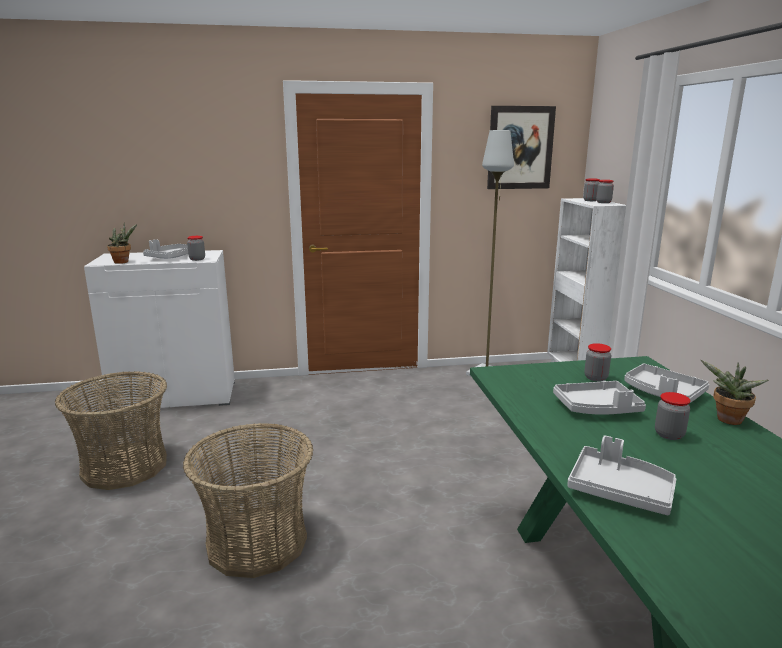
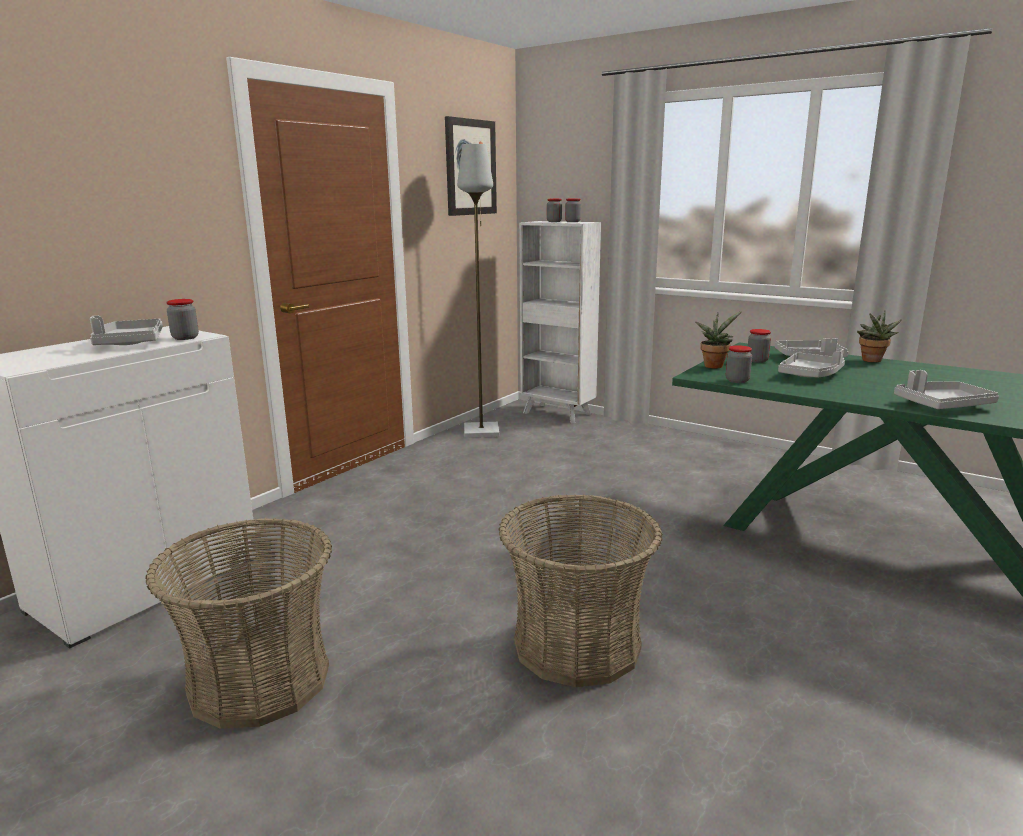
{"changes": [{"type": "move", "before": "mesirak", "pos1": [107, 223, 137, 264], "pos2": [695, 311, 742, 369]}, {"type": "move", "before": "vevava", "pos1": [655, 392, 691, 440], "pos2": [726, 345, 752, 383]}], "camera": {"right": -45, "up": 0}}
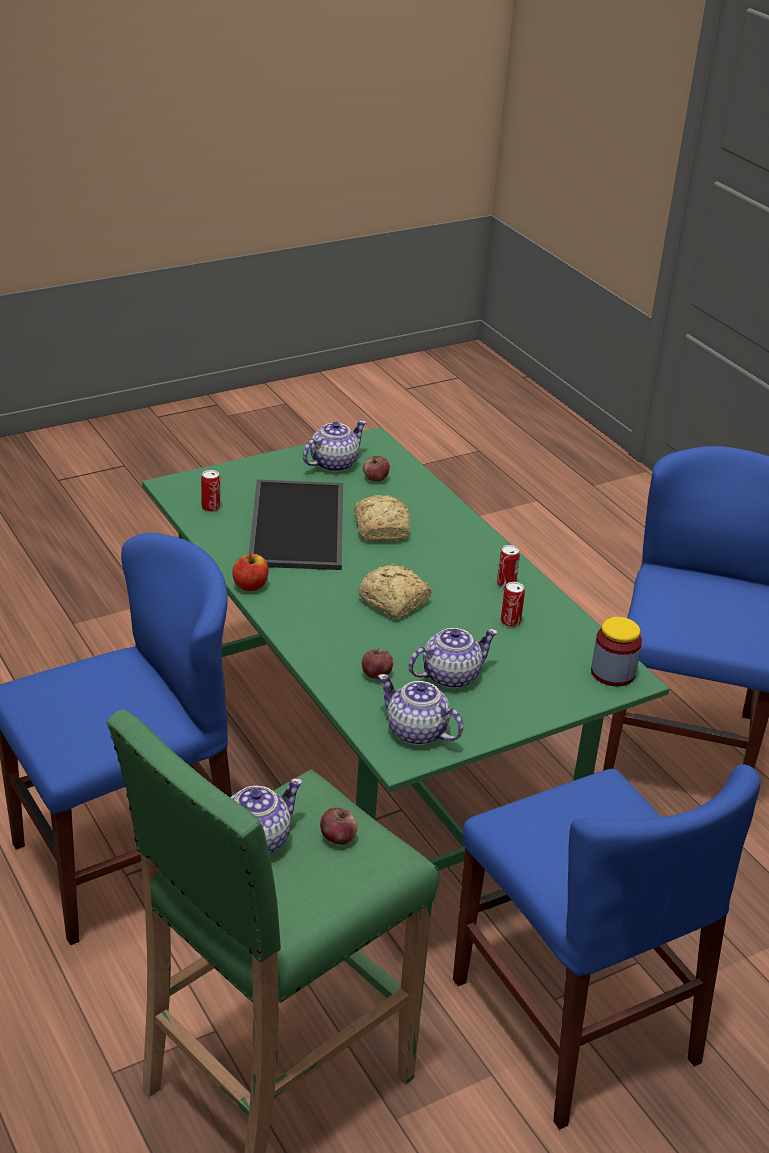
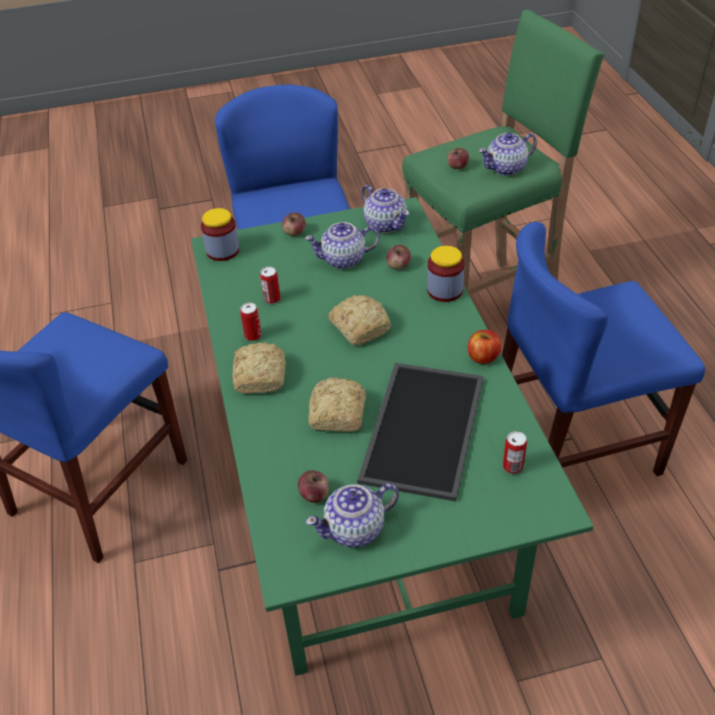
{"changes": [{"type": "insert", "after": "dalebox", "pos2": [232, 342, 286, 393]}, {"type": "insert", "after": "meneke", "pos2": [282, 212, 306, 236]}, {"type": "insert", "after": "vevava", "pos2": [427, 246, 465, 302]}], "camera": {"right": -160, "up": 10}}
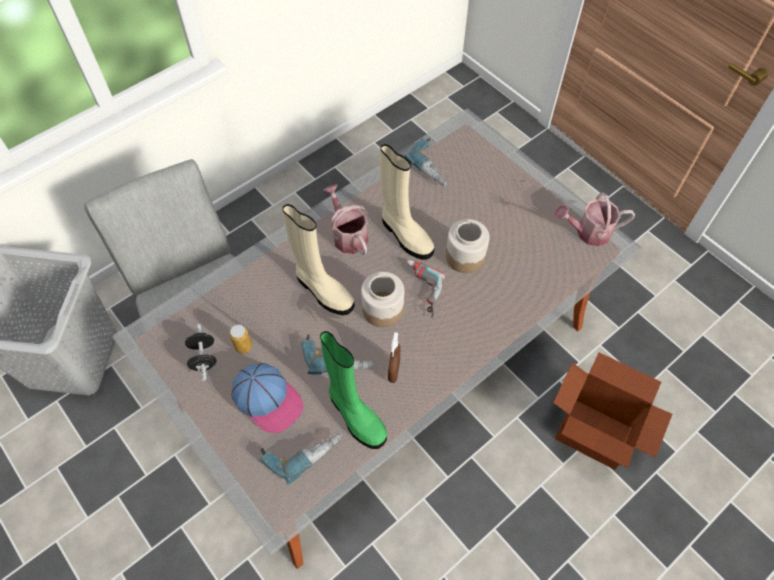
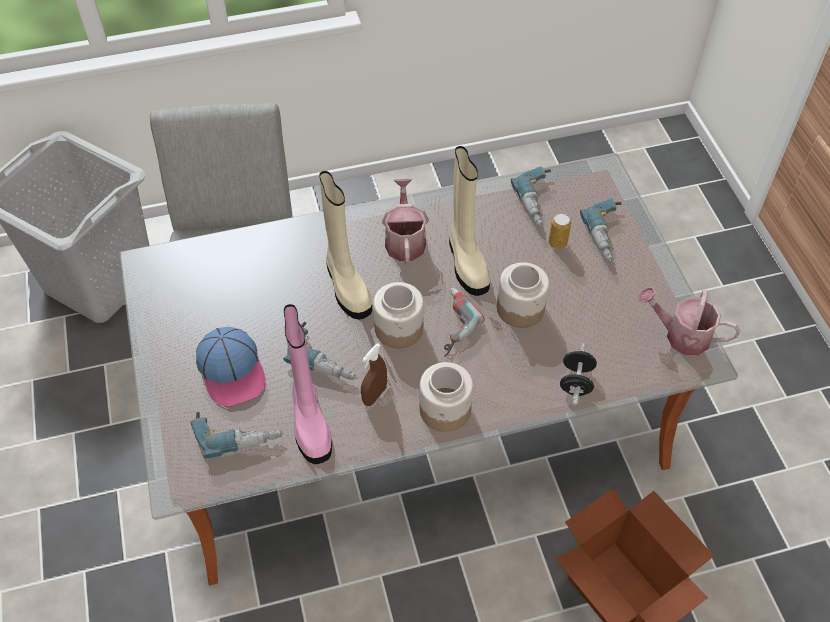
{"changes": [{"type": "move", "before": "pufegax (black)", "pos1": [185, 324, 217, 381], "pos2": [560, 343, 597, 405]}, {"type": "move", "before": "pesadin", "pos1": [229, 325, 252, 354], "pos2": [549, 213, 571, 249]}, {"type": "recolor", "before": "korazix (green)", "after": "korazix (pink)", "pos1": [320, 331, 387, 449], "pos2": [284, 304, 332, 464]}, {"type": "insert", "after": "vevava", "pos2": [419, 362, 473, 432]}, {"type": "insert", "after": "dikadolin", "pos2": [580, 198, 622, 262]}], "camera": {"right": 25, "up": -5}}
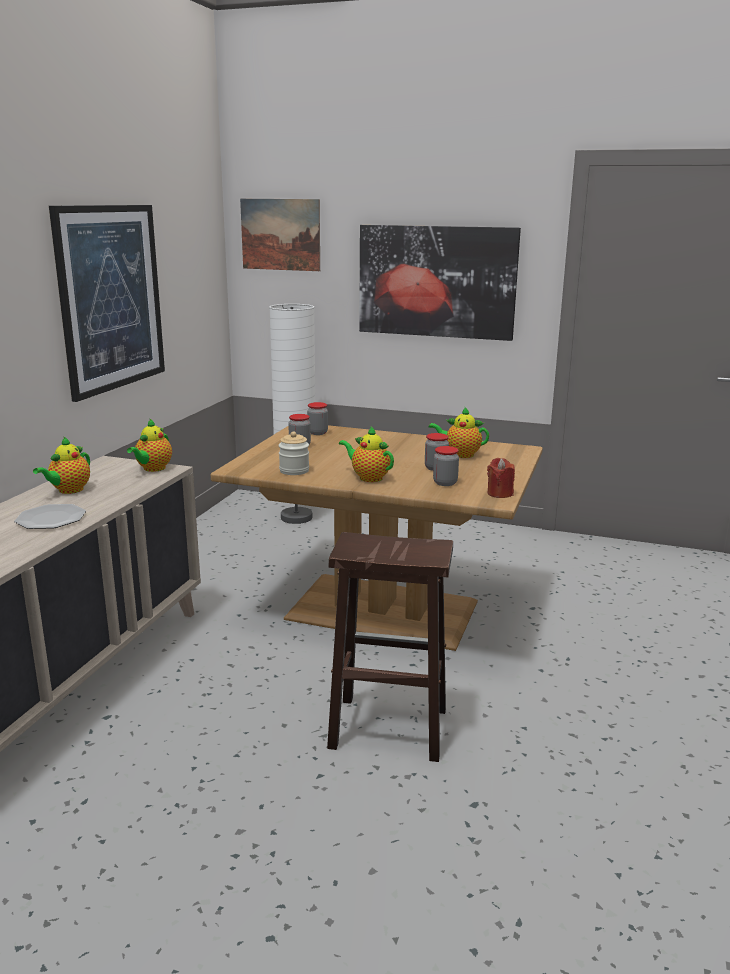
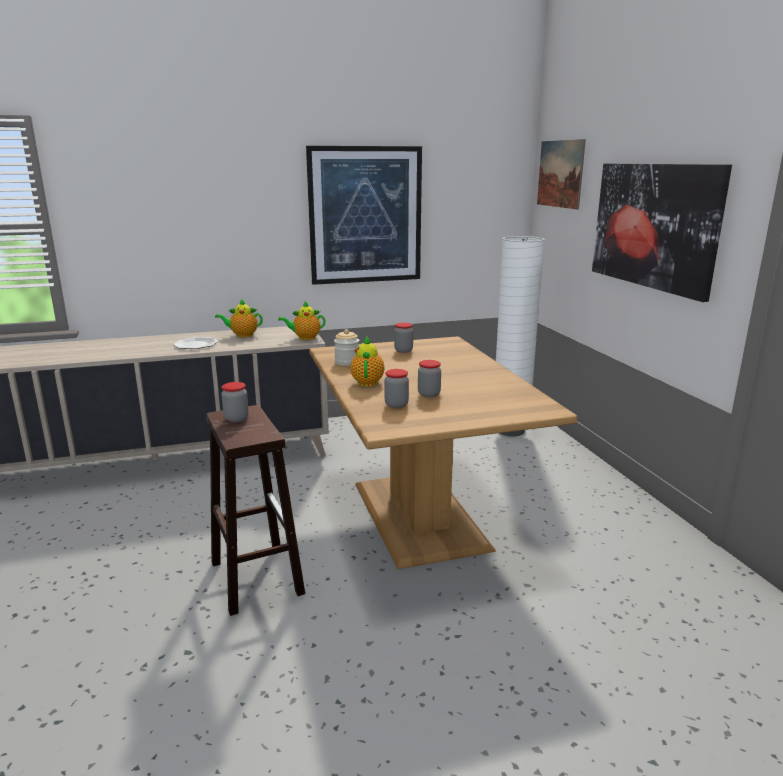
{"changes": [{"type": "move", "before": "vevava", "pos1": [307, 402, 328, 435], "pos2": [221, 382, 249, 422]}, {"type": "delete", "before": "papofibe", "pos1": [428, 406, 489, 458]}, {"type": "delete", "before": "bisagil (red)", "pos1": [487, 458, 515, 498]}], "camera": {"right": 55, "up": 0}}
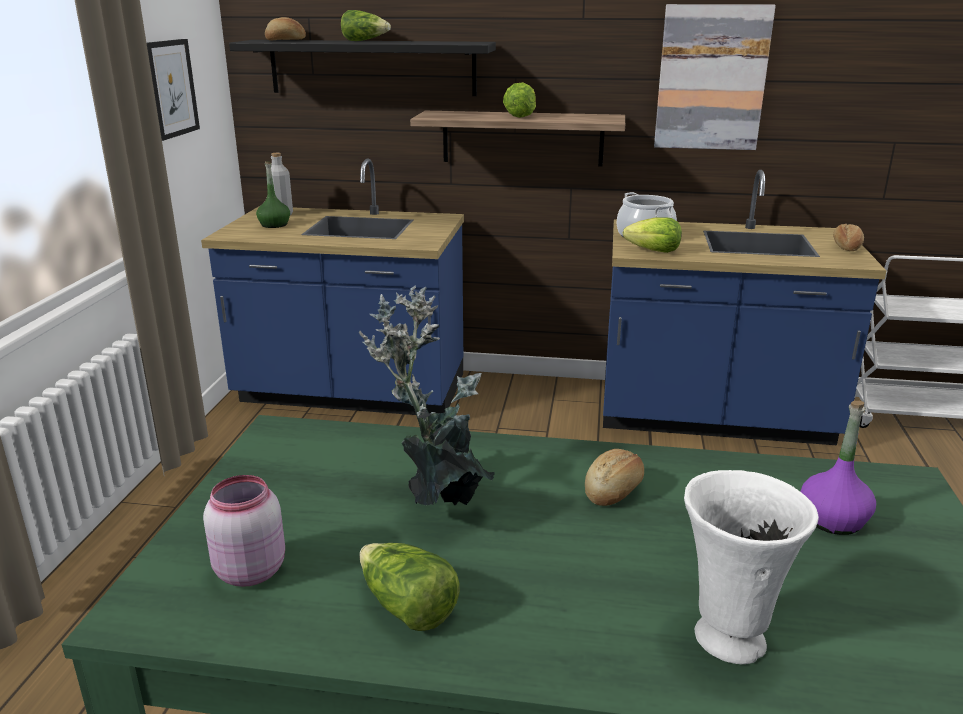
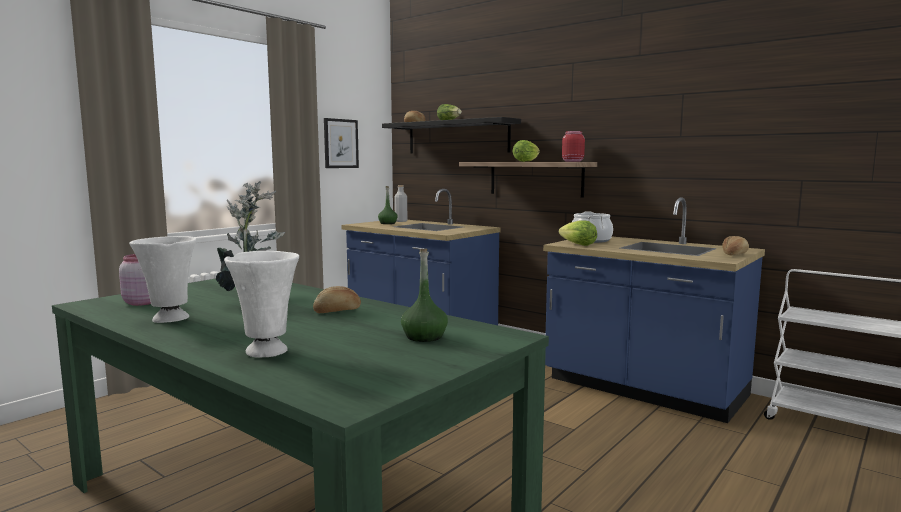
{"changes": [{"type": "replace", "before": "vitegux", "after": "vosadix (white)", "pos1": [360, 543, 460, 631], "pos2": [129, 236, 196, 323]}, {"type": "delete", "before": "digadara", "pos1": [654, 4, 776, 150]}, {"type": "recolor", "before": "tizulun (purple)", "after": "tizulun (green)", "pos1": [801, 401, 876, 535], "pos2": [401, 249, 448, 342]}, {"type": "insert", "after": "vevava (red)", "pos2": [562, 131, 585, 162]}], "camera": {"right": 30, "up": -15}}
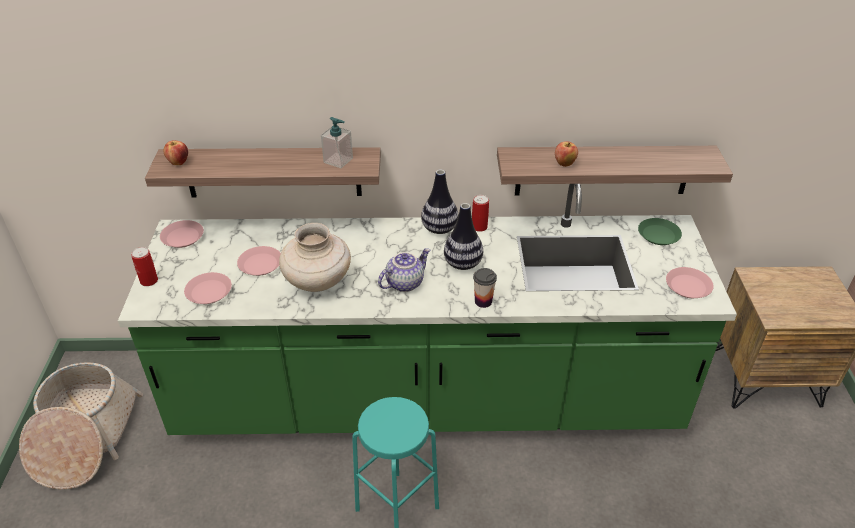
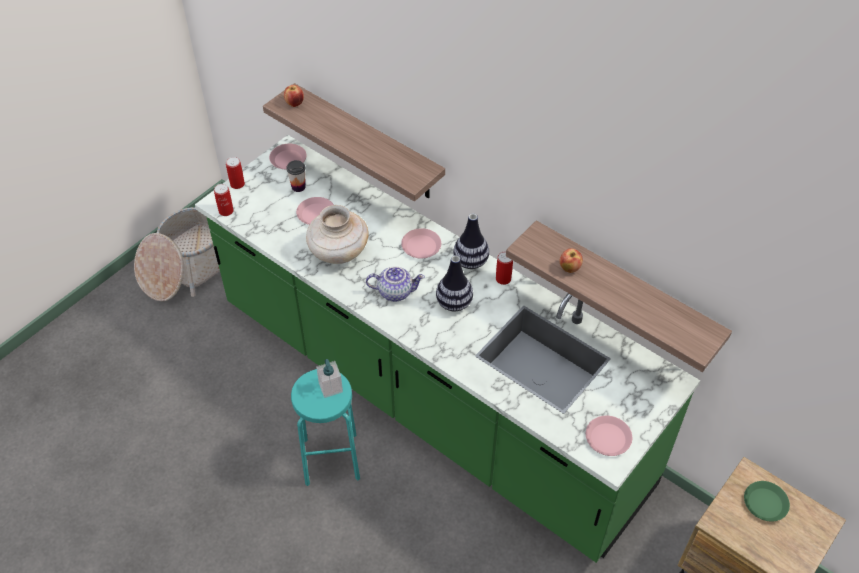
{"changes": [{"type": "move", "before": "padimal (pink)", "pos1": [184, 272, 232, 304], "pos2": [401, 228, 441, 258]}, {"type": "move", "before": "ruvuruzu", "pos1": [321, 117, 353, 168], "pos2": [316, 359, 343, 398]}, {"type": "move", "before": "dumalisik", "pos1": [473, 268, 497, 308], "pos2": [286, 160, 306, 192]}, {"type": "move", "before": "padimal (green)", "pos1": [638, 218, 682, 245], "pos2": [744, 481, 790, 522]}, {"type": "insert", "after": "pesadin", "pos2": [214, 184, 234, 216]}], "camera": {"right": 40, "up": 10}}
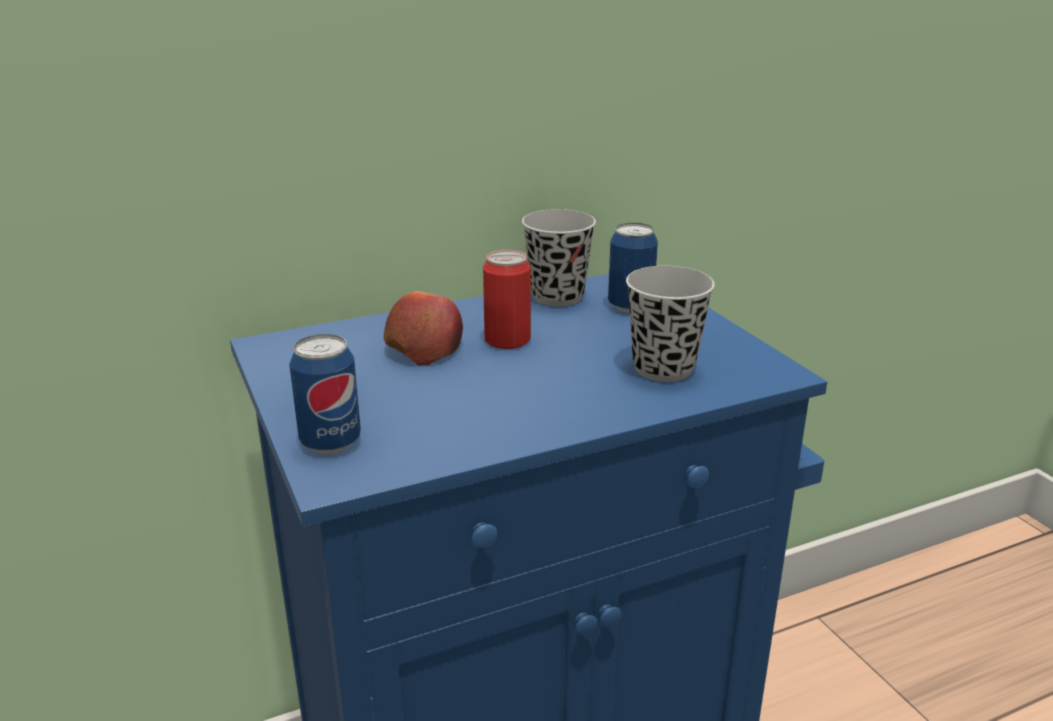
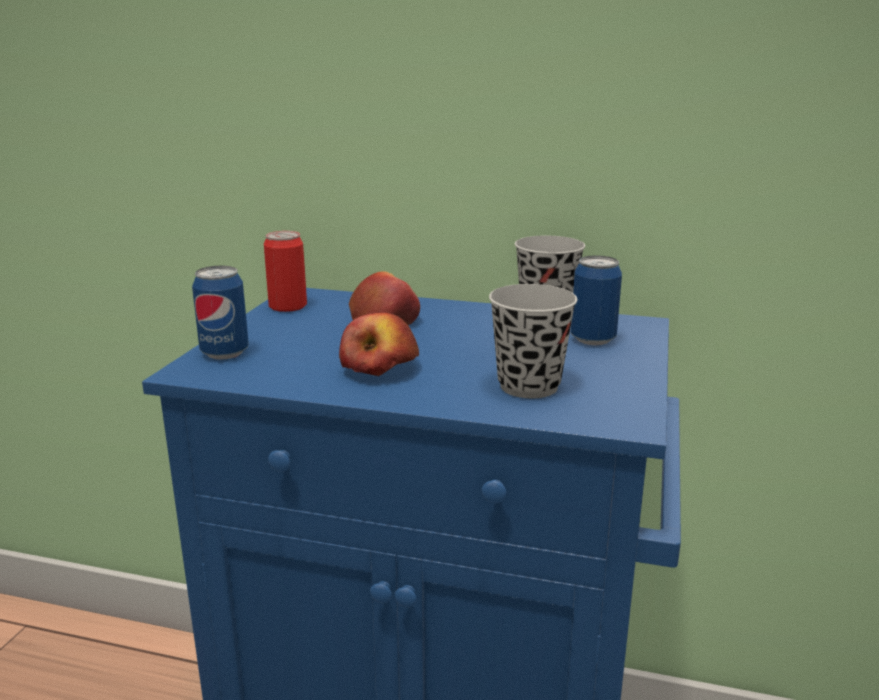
{"changes": [{"type": "move", "before": "pesadin", "pos1": [483, 250, 531, 349], "pos2": [264, 231, 307, 312]}, {"type": "insert", "after": "meneke", "pos2": [339, 313, 419, 376]}], "camera": {"right": 40, "up": -5}}
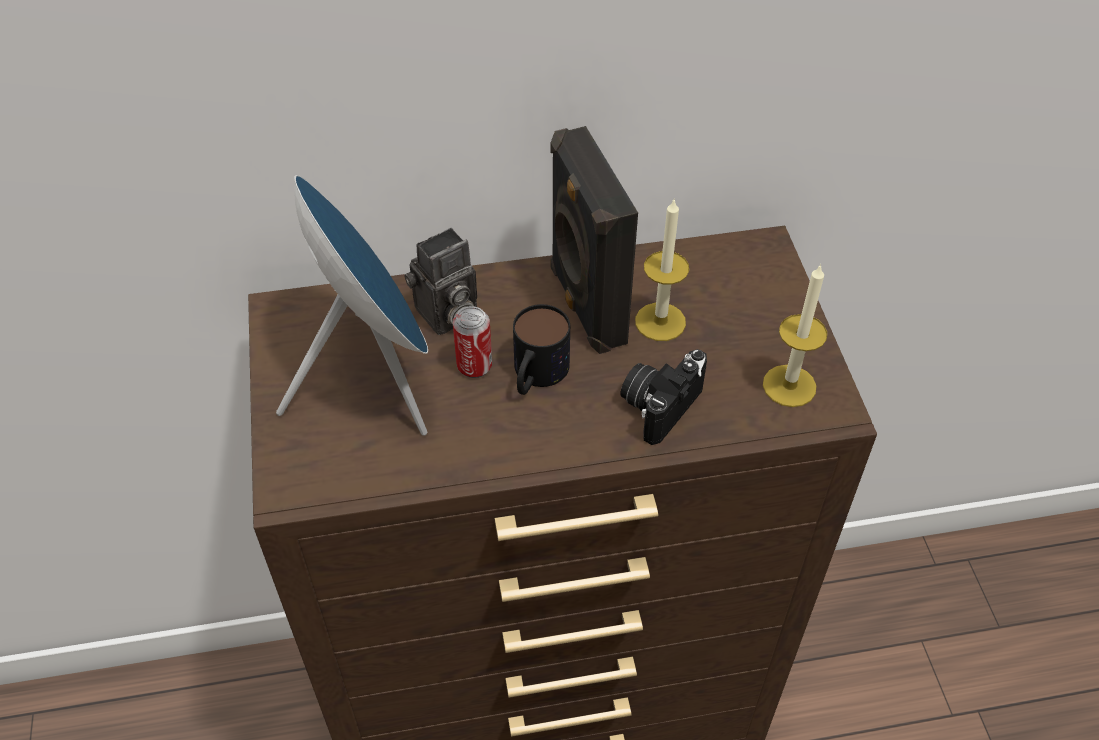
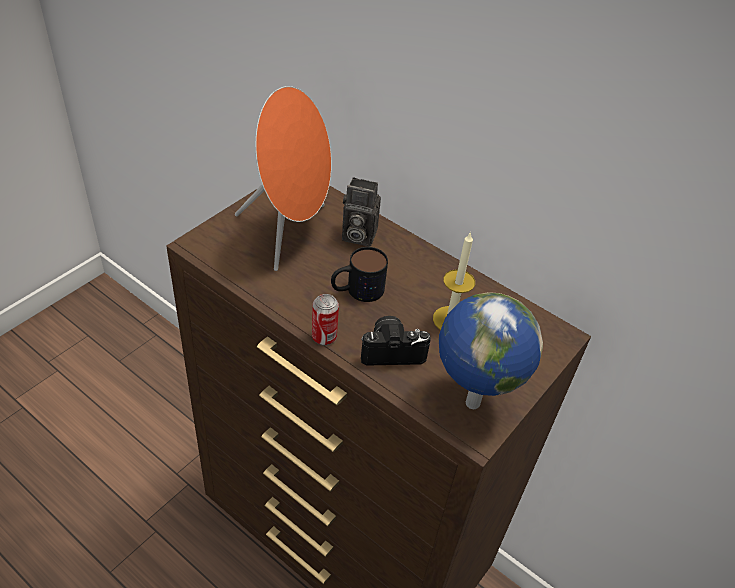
{"changes": [{"type": "recolor", "before": "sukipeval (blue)", "after": "sukipeval (orange)", "pos1": [276, 175, 428, 436], "pos2": [235, 86, 332, 271]}, {"type": "move", "before": "pesadin", "pos1": [453, 306, 492, 378], "pos2": [312, 294, 339, 346]}, {"type": "delete", "before": "sukipeval (black)", "pos1": [550, 126, 638, 354]}, {"type": "replace", "before": "bisagil", "after": "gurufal", "pos1": [763, 264, 827, 407], "pos2": [439, 292, 543, 409]}], "camera": {"right": 45, "up": -5}}
